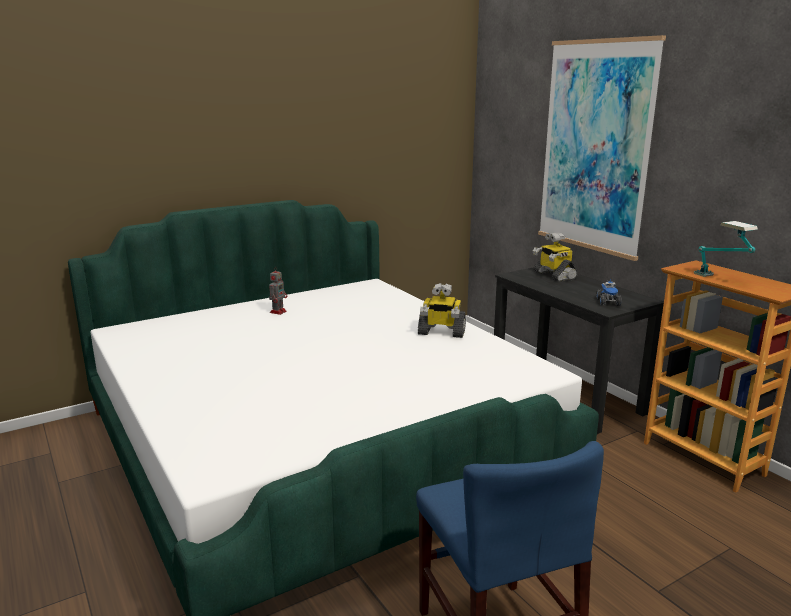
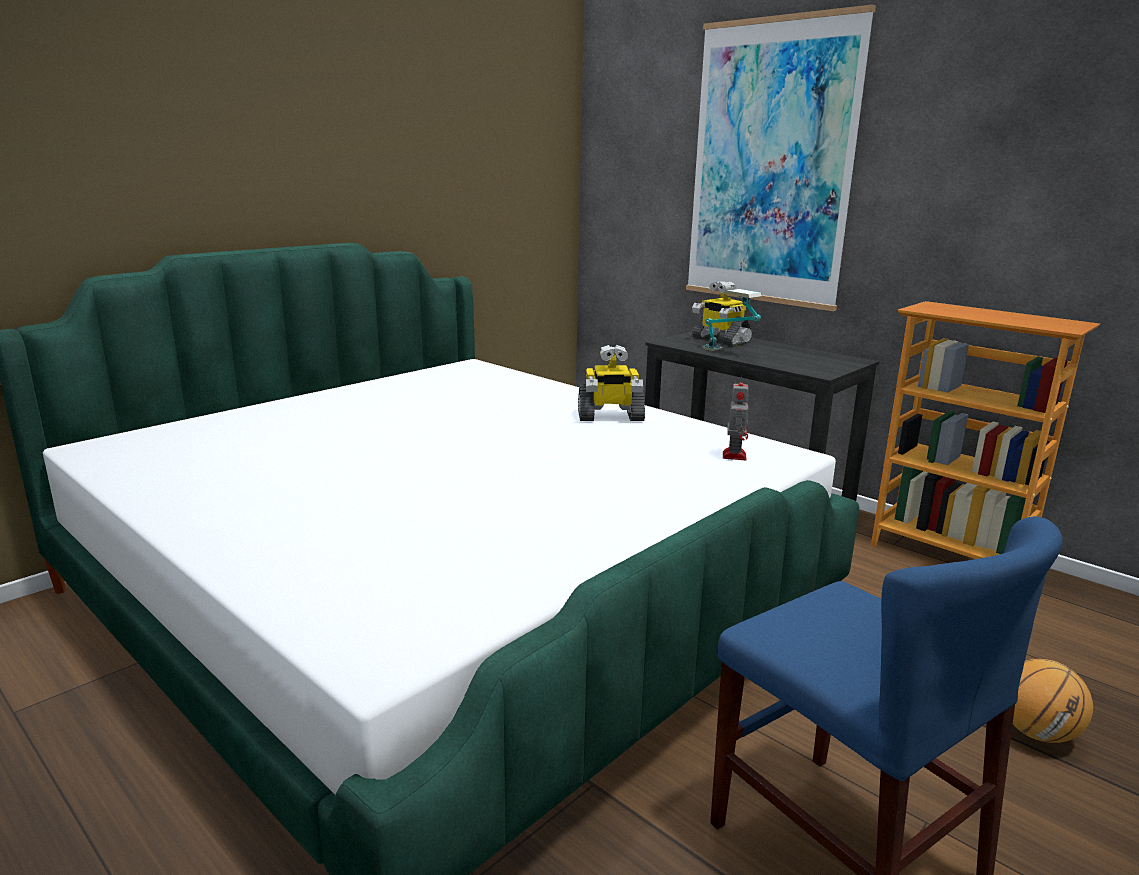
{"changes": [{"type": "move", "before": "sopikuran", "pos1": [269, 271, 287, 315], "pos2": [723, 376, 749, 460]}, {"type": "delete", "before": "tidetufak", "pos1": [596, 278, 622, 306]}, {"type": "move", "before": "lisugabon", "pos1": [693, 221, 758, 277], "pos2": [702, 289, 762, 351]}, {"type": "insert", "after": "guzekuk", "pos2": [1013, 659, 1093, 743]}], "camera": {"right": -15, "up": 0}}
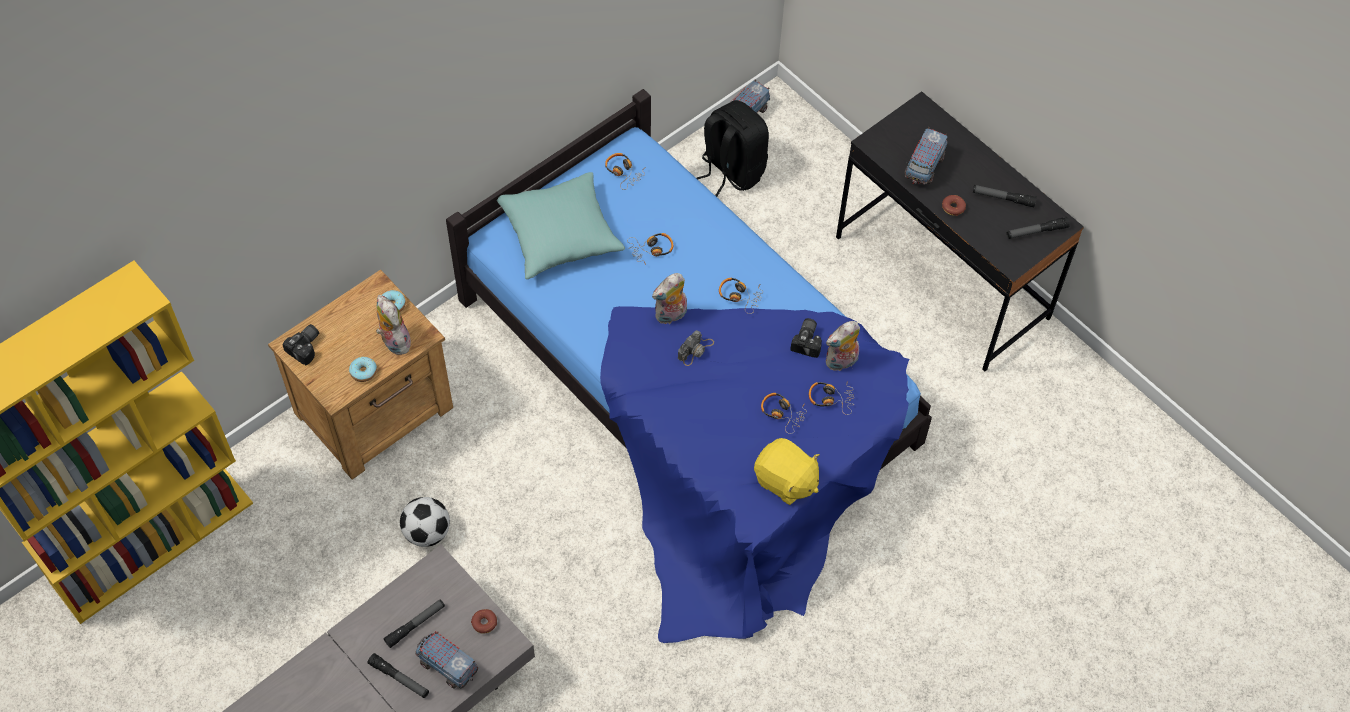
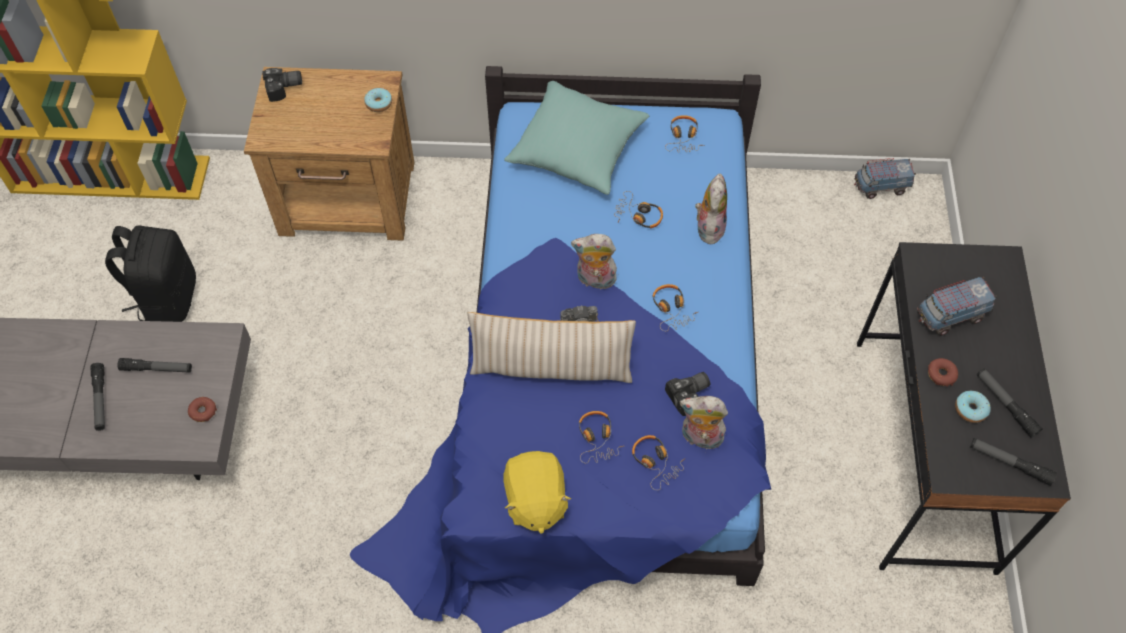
{"changes": [{"type": "move", "before": "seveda", "pos1": [349, 357, 377, 382], "pos2": [955, 391, 991, 423]}, {"type": "move", "before": "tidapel", "pos1": [376, 295, 411, 355], "pos2": [695, 174, 727, 247]}, {"type": "delete", "before": "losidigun", "pos1": [400, 497, 450, 547]}, {"type": "delete", "before": "tidetufak", "pos1": [415, 631, 478, 688]}, {"type": "move", "before": "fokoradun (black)", "pos1": [697, 100, 769, 197], "pos2": [105, 225, 196, 322]}, {"type": "insert", "after": "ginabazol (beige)", "pos2": [467, 312, 636, 383]}], "camera": {"right": 45, "up": 0}}
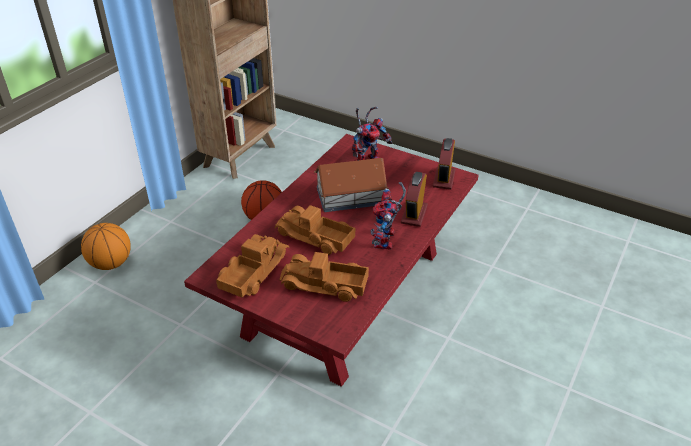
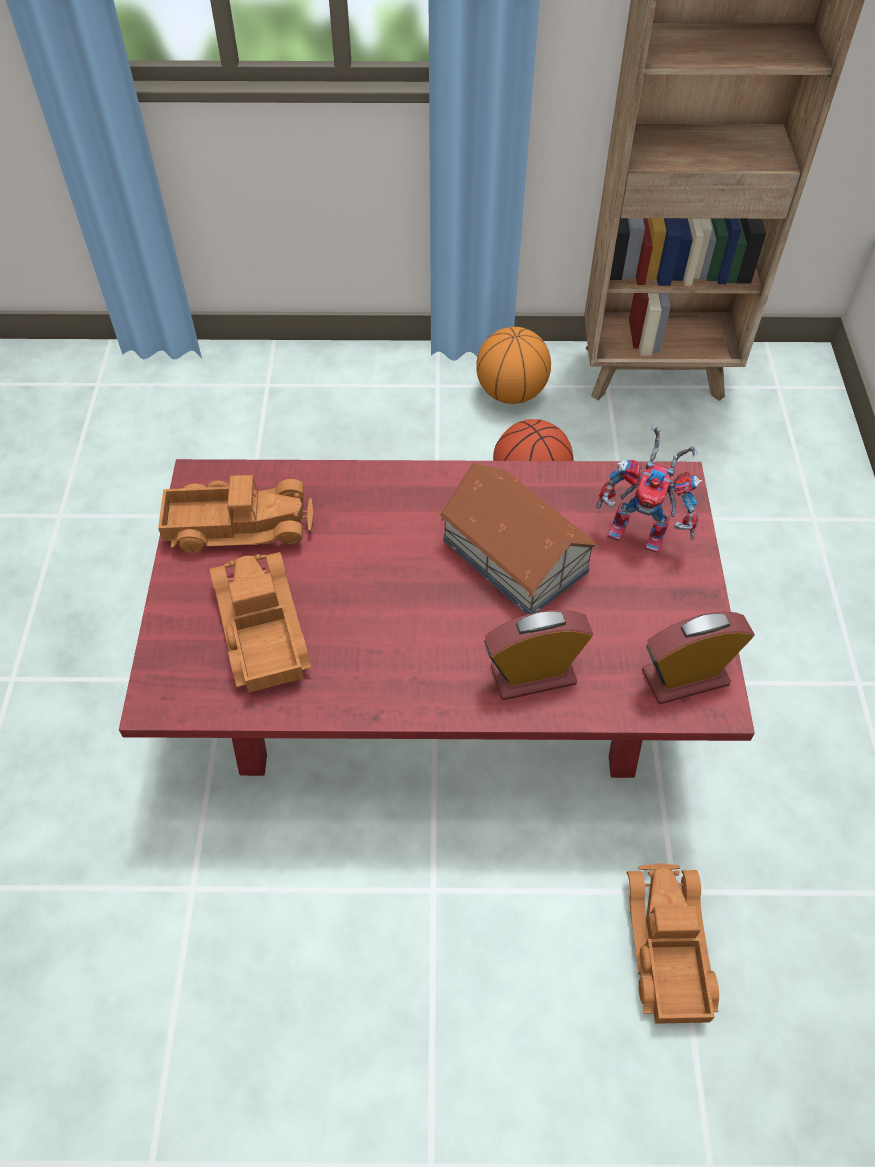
{"changes": [{"type": "move", "before": "guzekuk", "pos1": [81, 223, 131, 270], "pos2": [476, 327, 551, 404]}, {"type": "move", "before": "tidetufak", "pos1": [275, 205, 355, 255], "pos2": [627, 863, 719, 1024]}, {"type": "delete", "before": "sopikuran", "pos1": [371, 182, 406, 250]}], "camera": {"right": 60, "up": 15}}
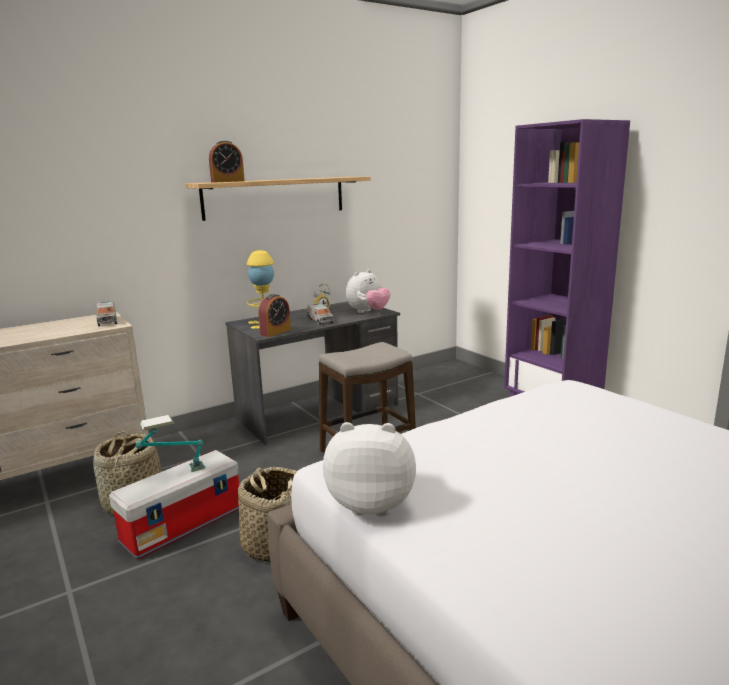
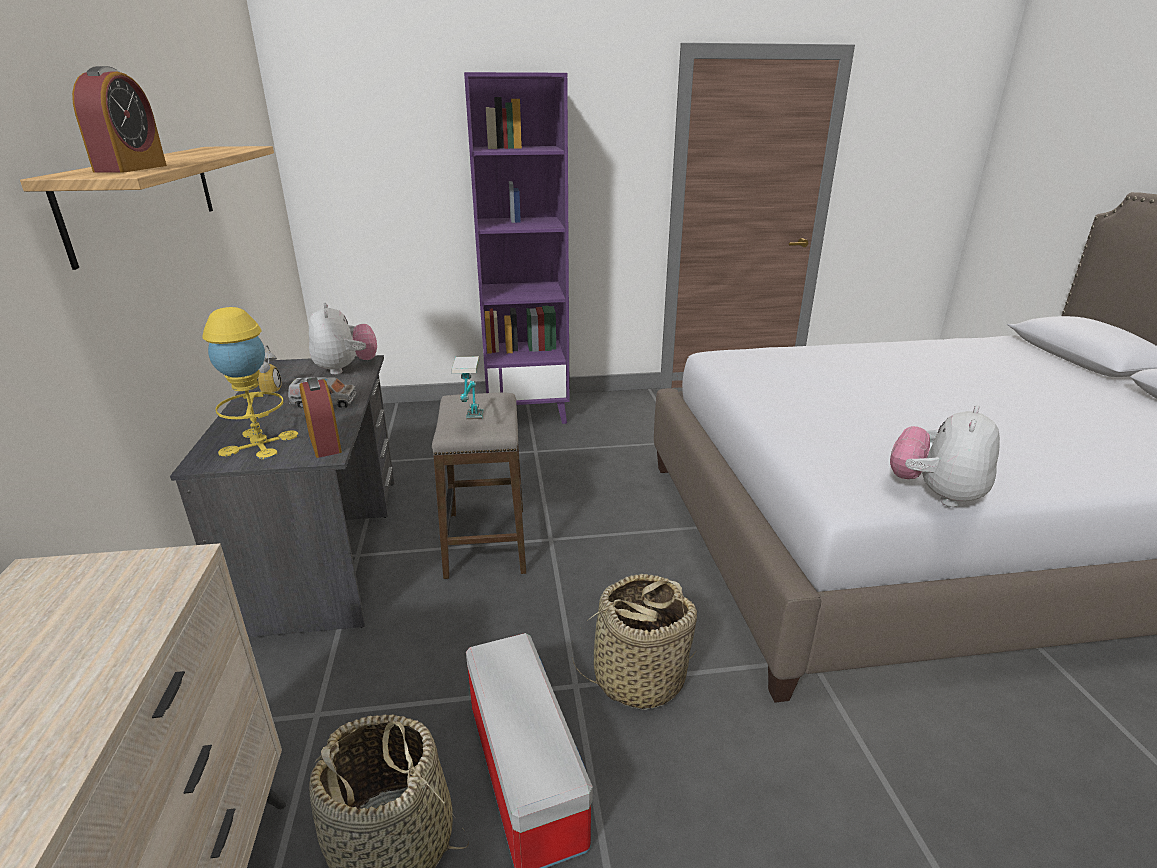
{"changes": [{"type": "delete", "before": "tidetufak", "pos1": [96, 301, 117, 326]}, {"type": "move", "before": "lisugabon", "pos1": [136, 415, 206, 472], "pos2": [452, 356, 483, 419]}], "camera": {"right": -65, "up": 10}}
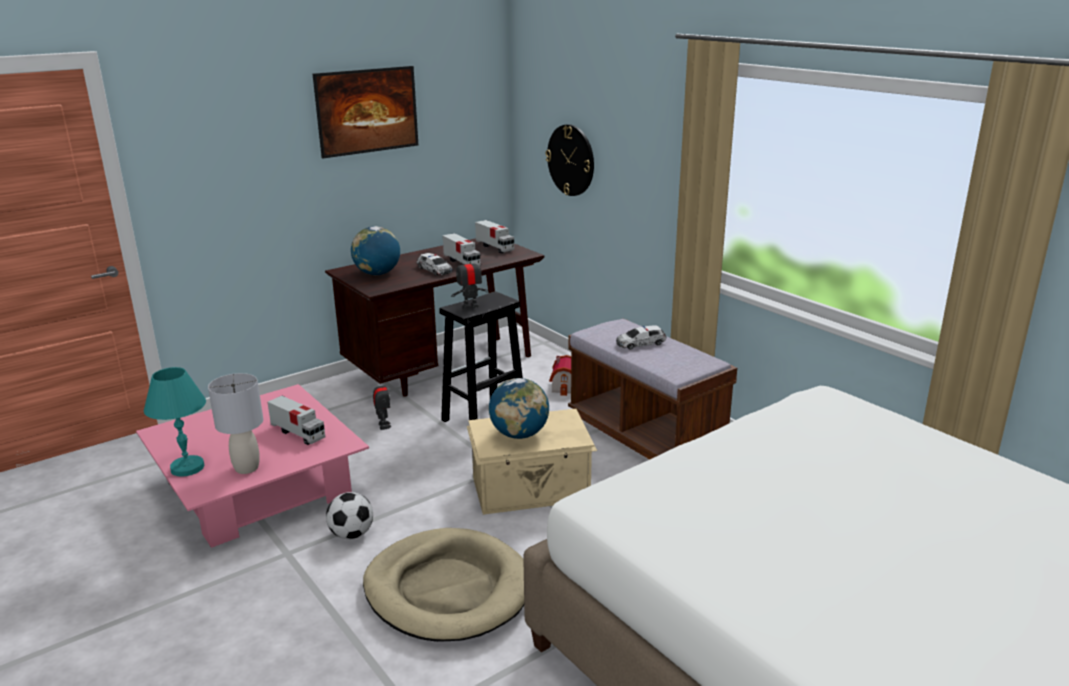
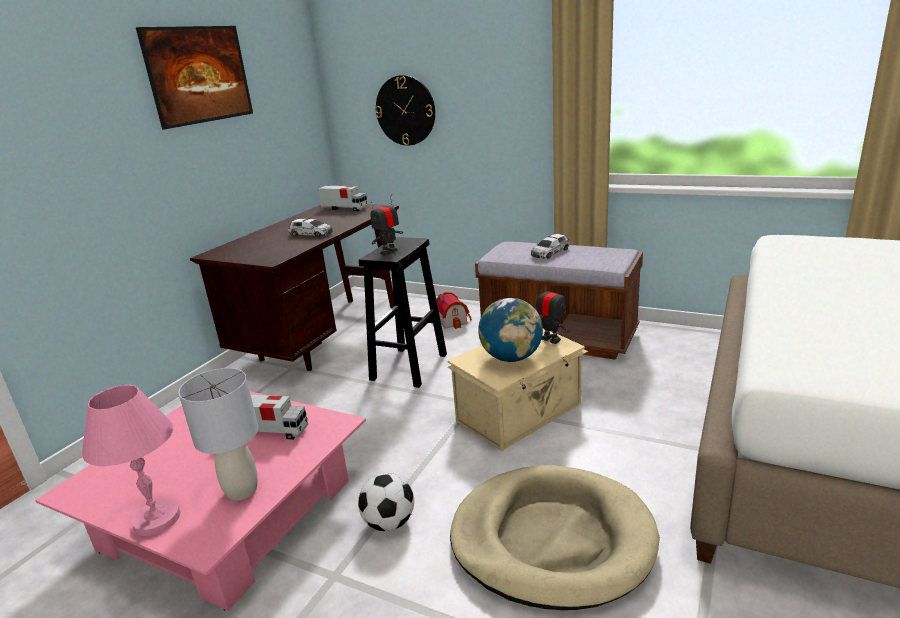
{"changes": [{"type": "recolor", "before": "lisugabon (turquoise)", "after": "lisugabon (pink)", "pos1": [144, 367, 206, 477], "pos2": [82, 385, 181, 536]}, {"type": "delete", "before": "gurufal", "pos1": [351, 226, 400, 275]}, {"type": "move", "before": "sopikuran", "pos1": [373, 377, 391, 430], "pos2": [536, 282, 569, 344]}, {"type": "delete", "before": "tidetufak", "pos1": [443, 233, 481, 266]}], "camera": {"right": -25, "up": 0}}
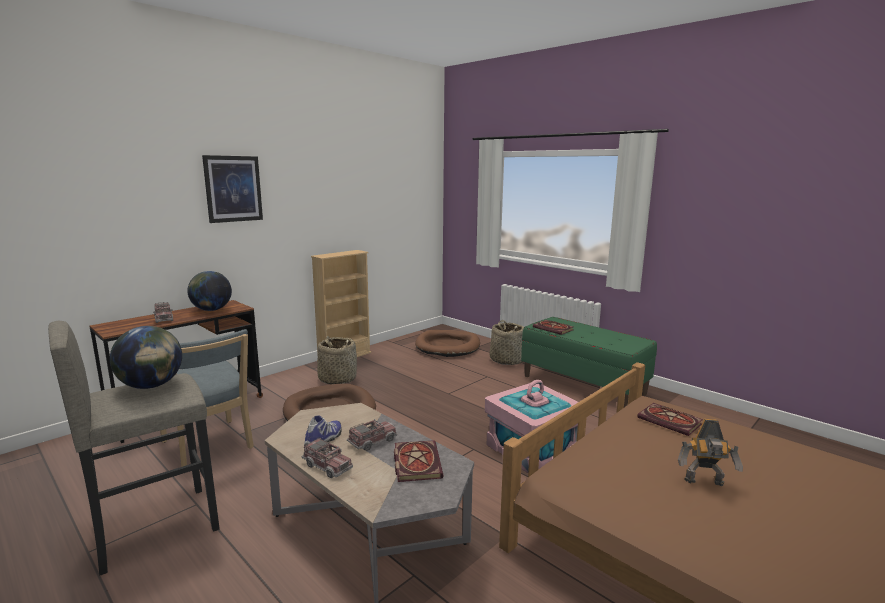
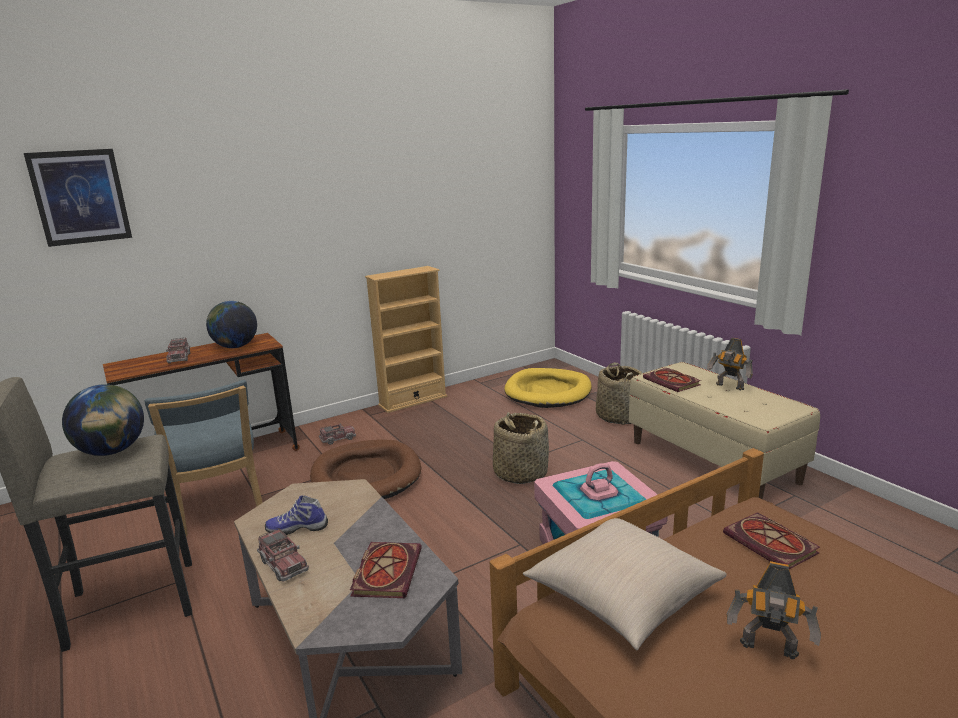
{"changes": [{"type": "move", "before": "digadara", "pos1": [202, 155, 263, 223], "pos2": [24, 149, 132, 247]}, {"type": "rotate", "before": "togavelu", "pos1": [304, 415, 342, 446], "pos2": [265, 496, 328, 535], "turn": -135}, {"type": "move", "before": "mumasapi", "pos1": [317, 336, 357, 384], "pos2": [493, 412, 549, 484]}, {"type": "move", "before": "tidetufak", "pos1": [347, 419, 397, 451], "pos2": [319, 423, 356, 445]}, {"type": "recolor", "before": "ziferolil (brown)", "after": "ziferolil (yellow)", "pos1": [415, 330, 480, 357], "pos2": [504, 368, 592, 408]}, {"type": "recolor", "before": "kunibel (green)", "after": "kunibel (beige)", "pos1": [521, 317, 657, 407], "pos2": [629, 362, 820, 499]}, {"type": "insert", "after": "ginabazol (beige)", "pos2": [523, 518, 727, 650]}, {"type": "insert", "after": "sopikuran", "pos2": [707, 338, 753, 390]}], "camera": {"right": 15, "up": 5}}
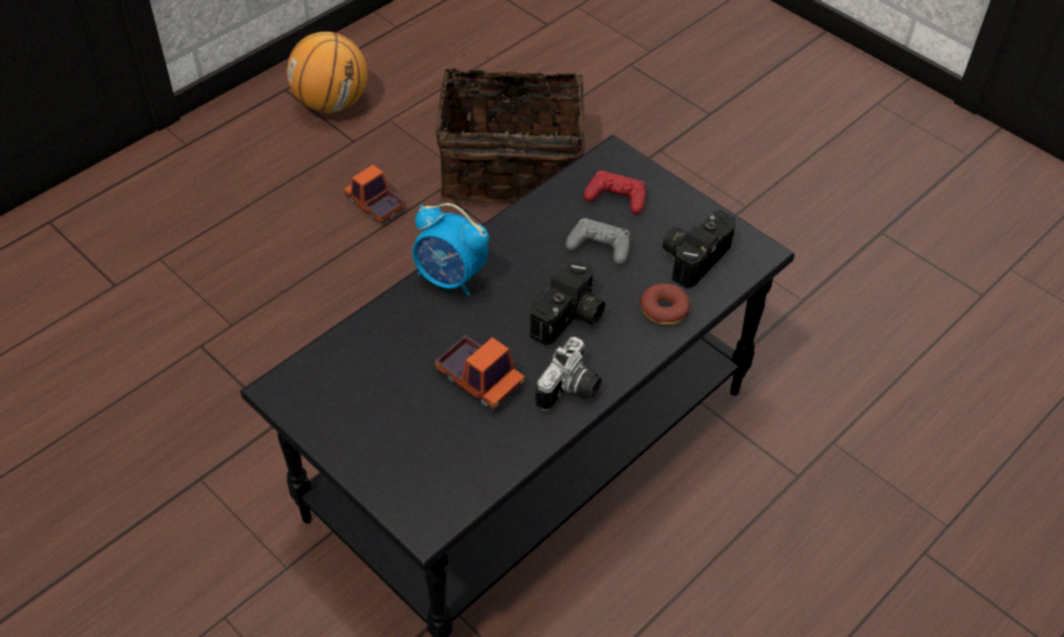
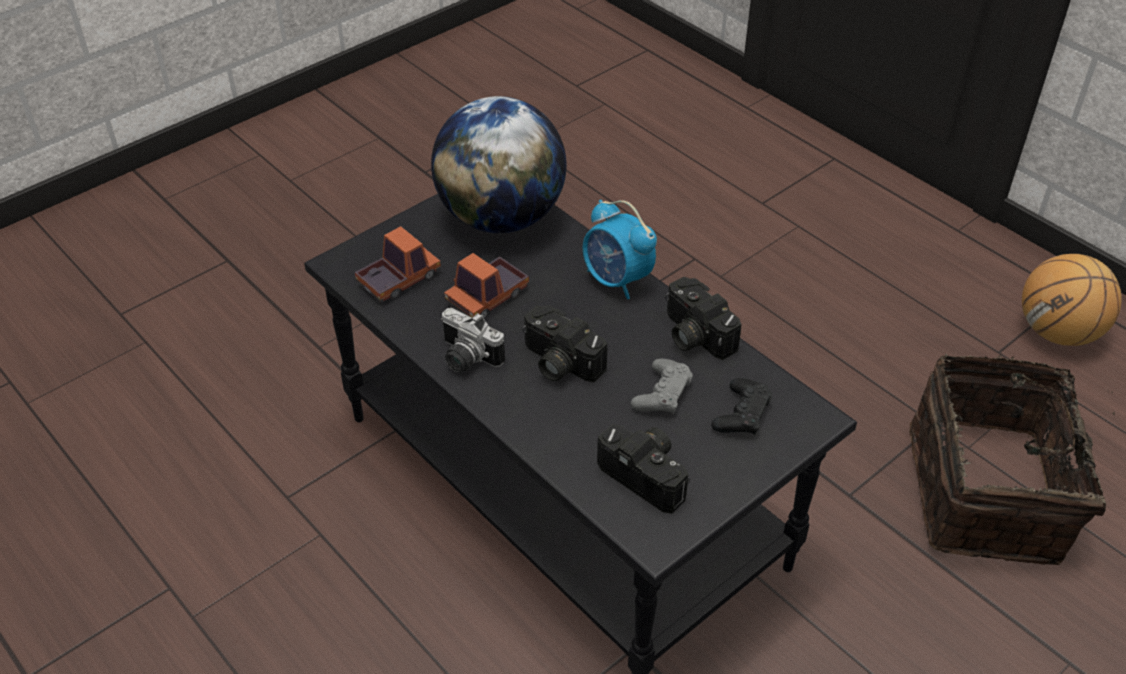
{"changes": [{"type": "move", "before": "tidetufak", "pos1": [344, 165, 406, 224], "pos2": [355, 226, 441, 302]}, {"type": "rotate", "before": "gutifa", "pos1": [412, 203, 489, 296], "pos2": [583, 200, 657, 299], "turn": -75}, {"type": "recolor", "before": "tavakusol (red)", "after": "tavakusol (black)", "pos1": [584, 171, 646, 214], "pos2": [711, 378, 773, 435]}, {"type": "delete", "before": "seveda", "pos1": [639, 284, 690, 325]}, {"type": "insert", "after": "gurufal", "pos2": [431, 96, 567, 233]}, {"type": "insert", "after": "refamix", "pos2": [665, 277, 742, 360]}], "camera": {"right": 95, "up": -5}}
